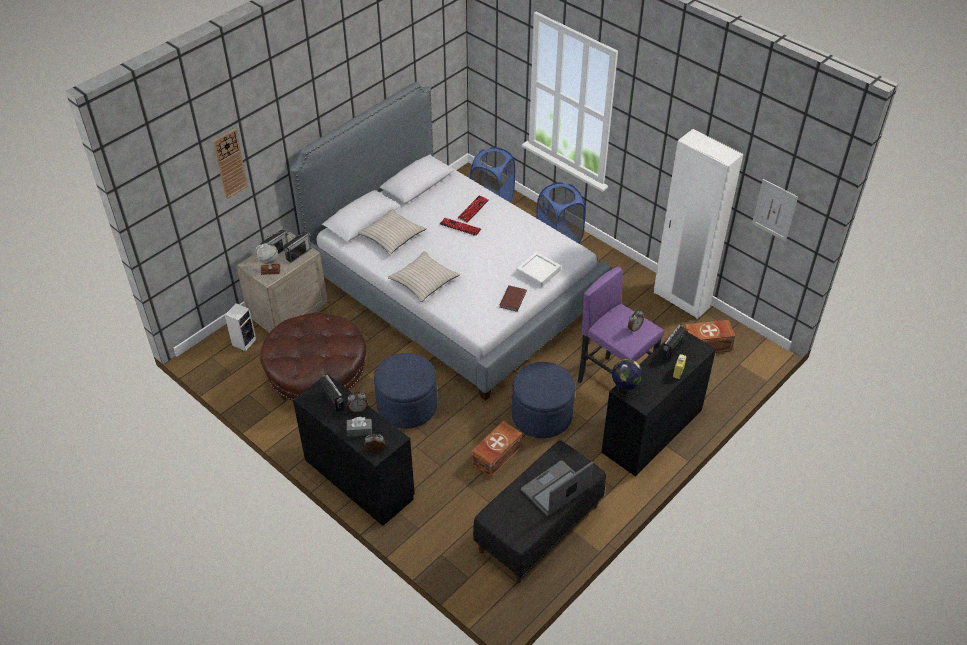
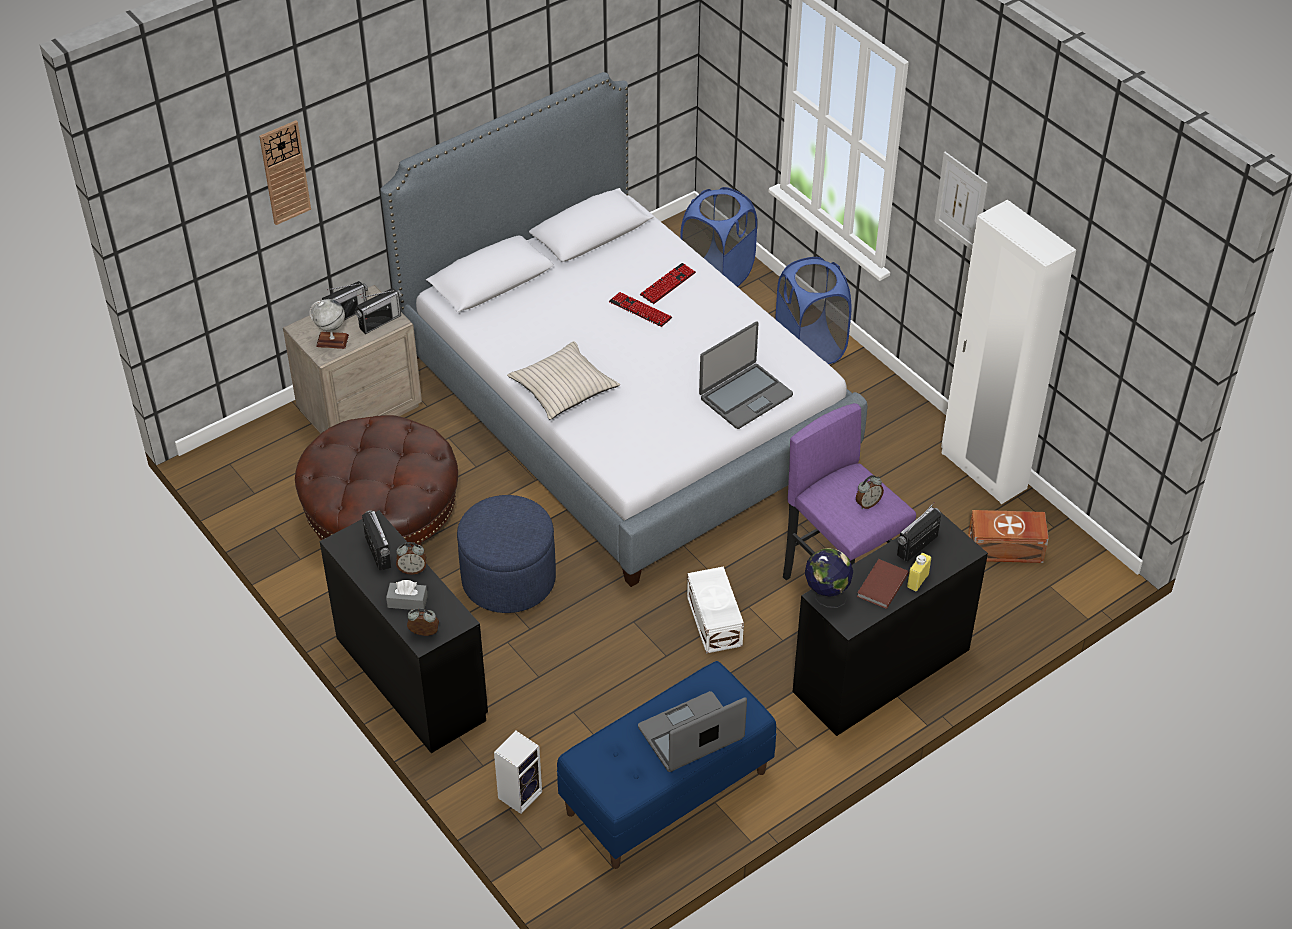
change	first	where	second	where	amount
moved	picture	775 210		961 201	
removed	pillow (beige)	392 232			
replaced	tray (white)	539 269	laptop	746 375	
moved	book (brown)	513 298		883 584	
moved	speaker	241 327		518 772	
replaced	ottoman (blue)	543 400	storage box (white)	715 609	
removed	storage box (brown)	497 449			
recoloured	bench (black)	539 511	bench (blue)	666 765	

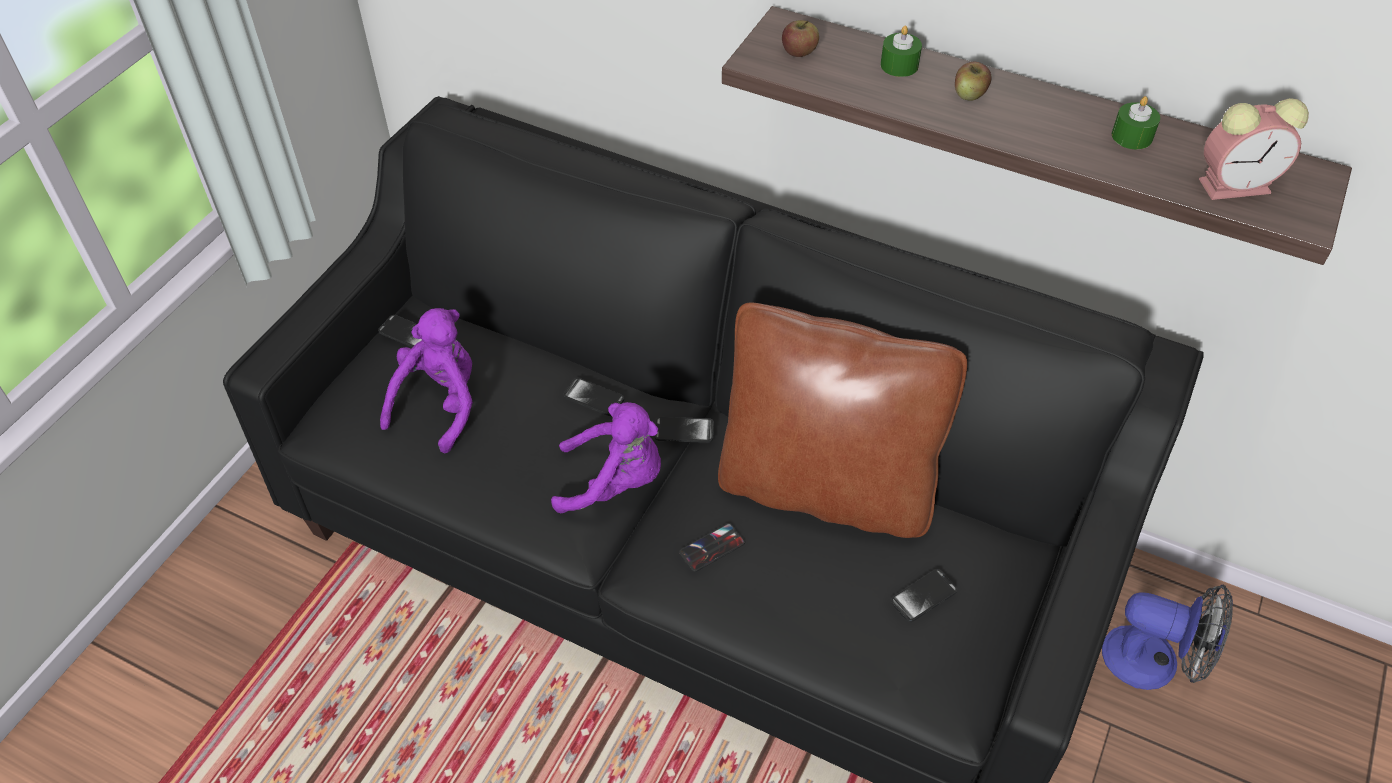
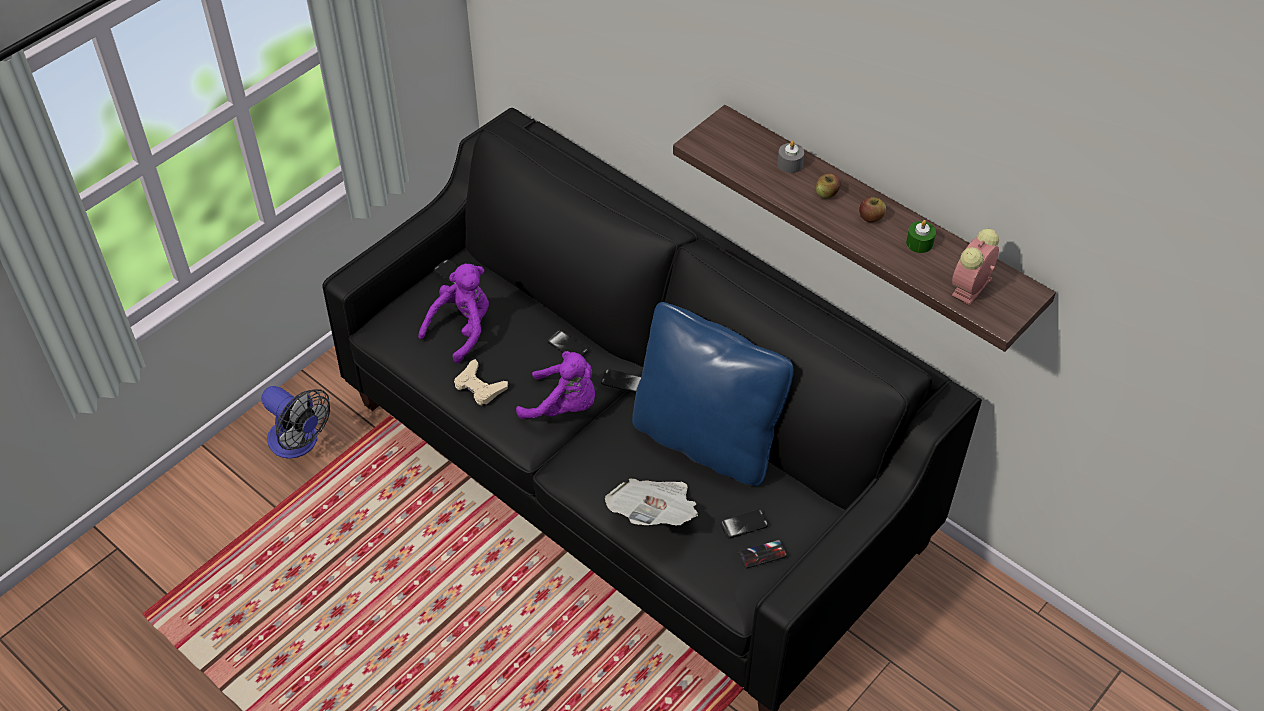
change	first	where	second	where	amount
moved	apple	800 38		872 210	
recoloured	candle (green)	901 51	candle (grey)	790 157	
turned	alarm clock	1254 149		975 267	120 degrees clockwise
recoloured	pillow (brown)	842 420	pillow (blue)	713 394	
moved	phone	712 547		762 553	
moved	fan	1167 637		295 422	
added			game controller (beige)	481 382	
added			newspaper	651 502	

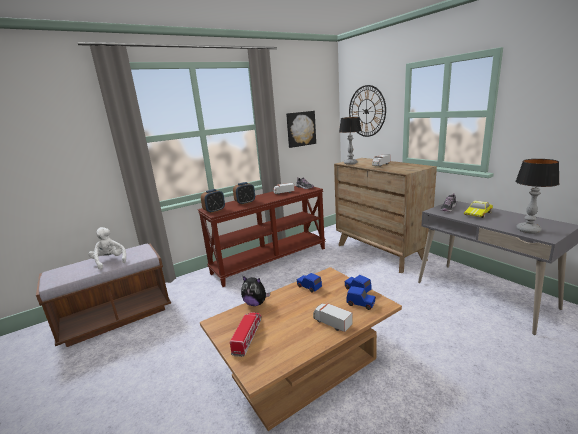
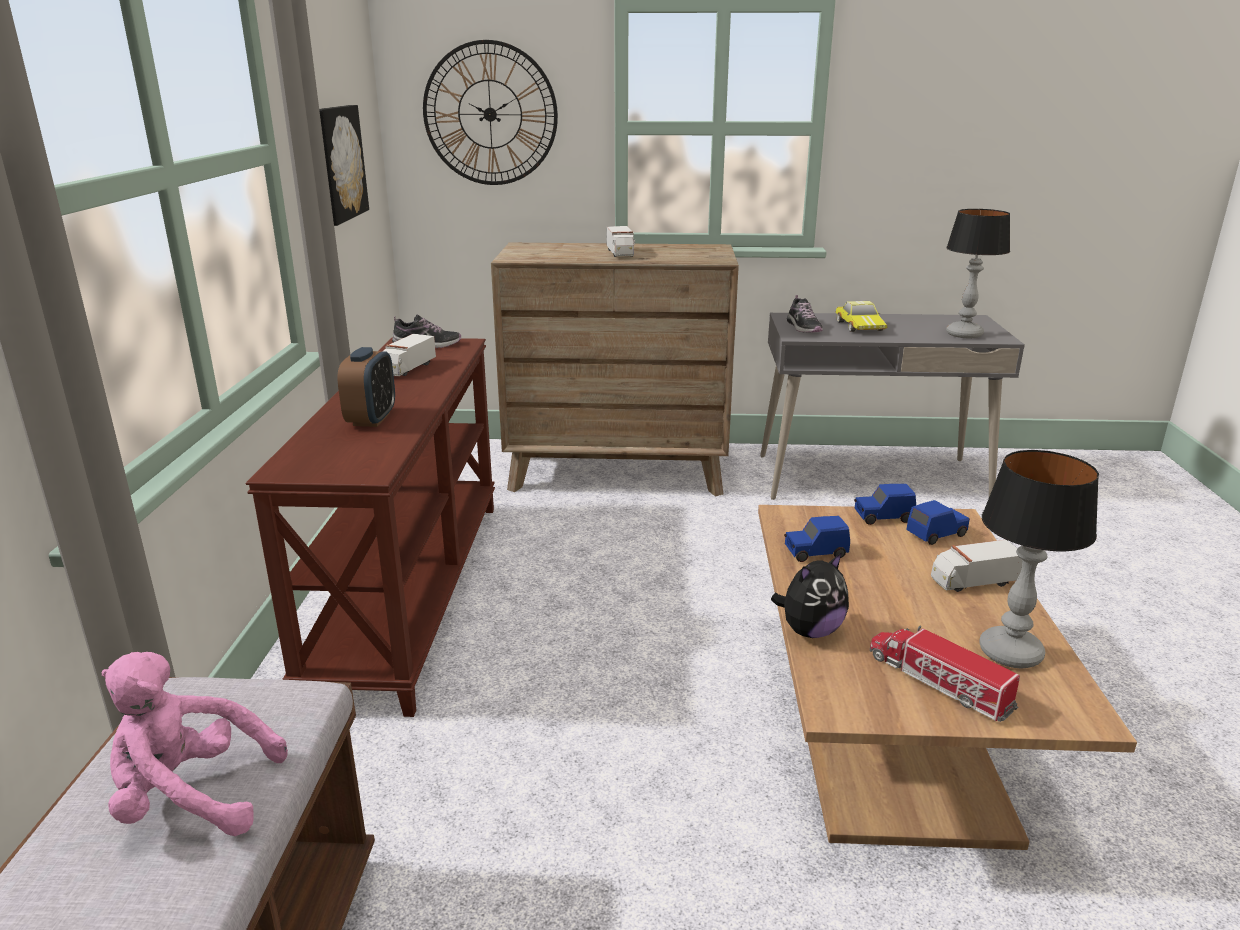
change	first	where	second	where	amount
moved	table lamp	350 141		1039 559	
removed	alarm clock	213 201			
recoloured	plush toy (white)	107 248	plush toy (pink)	195 744	

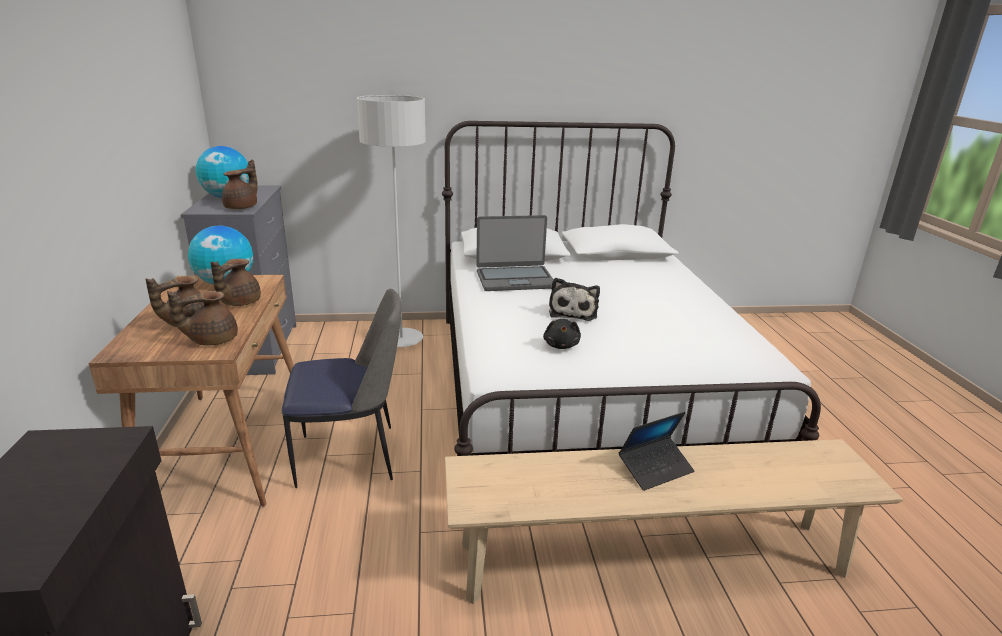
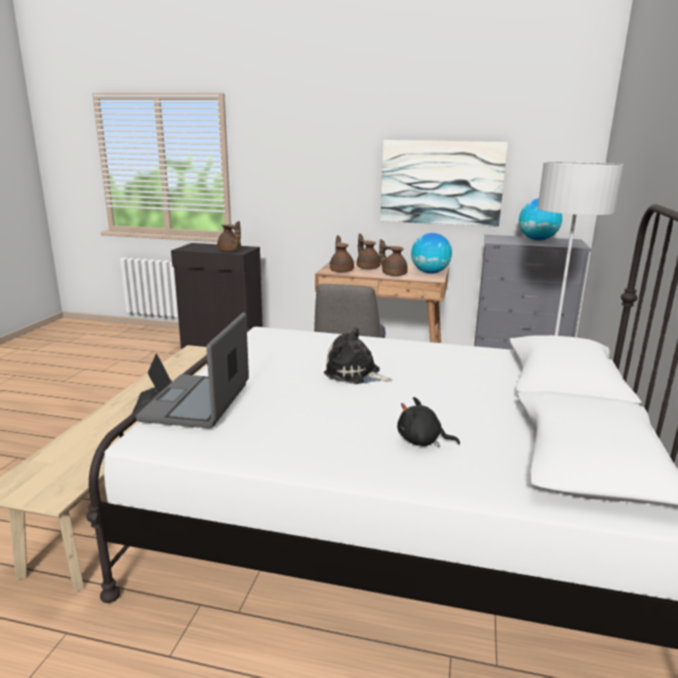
change	first	where	second	where	amount
moved	teapot (brown)	240 184		229 236	
moved	laptop	515 253		192 370	
moved	plush toy (black)	562 334		428 422	
added			picture	444 183	

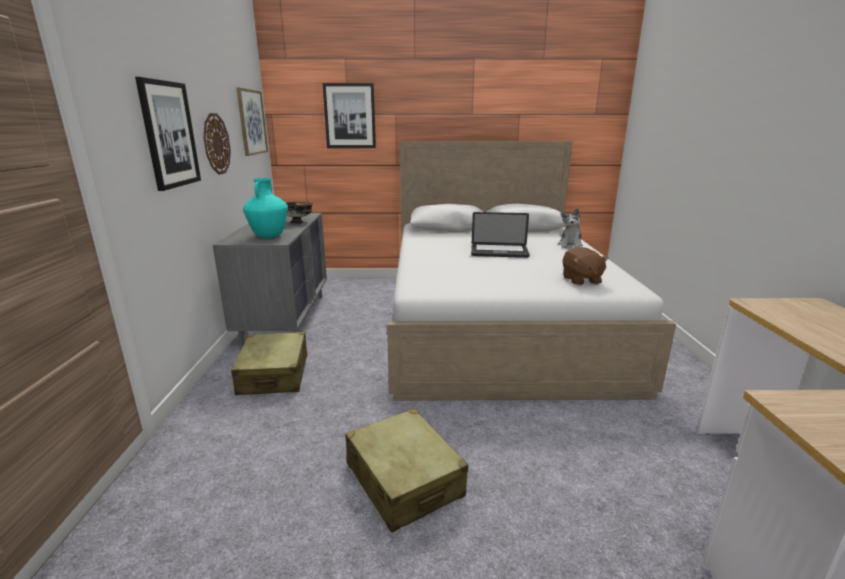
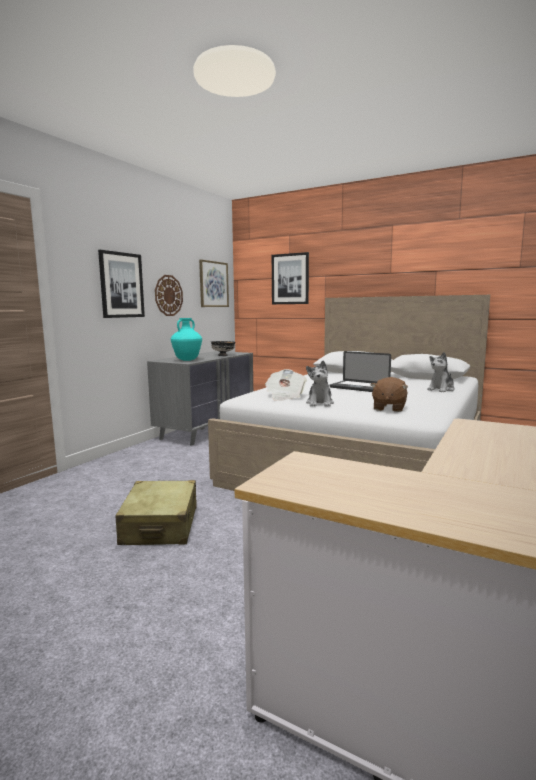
change	first	where	second	where	amount
removed	suitcase (beige)	269 363			
added			plush toy	320 383	
added			newspaper	286 385	

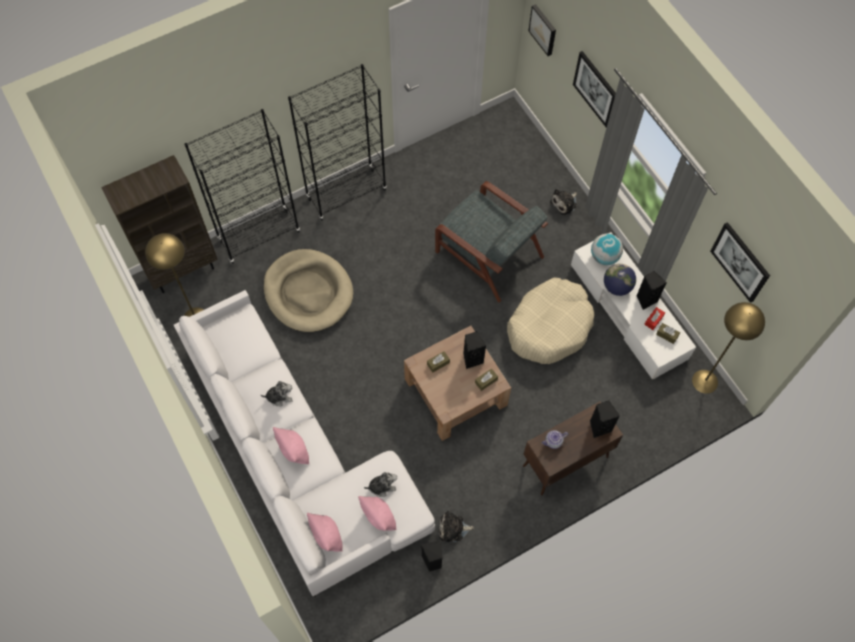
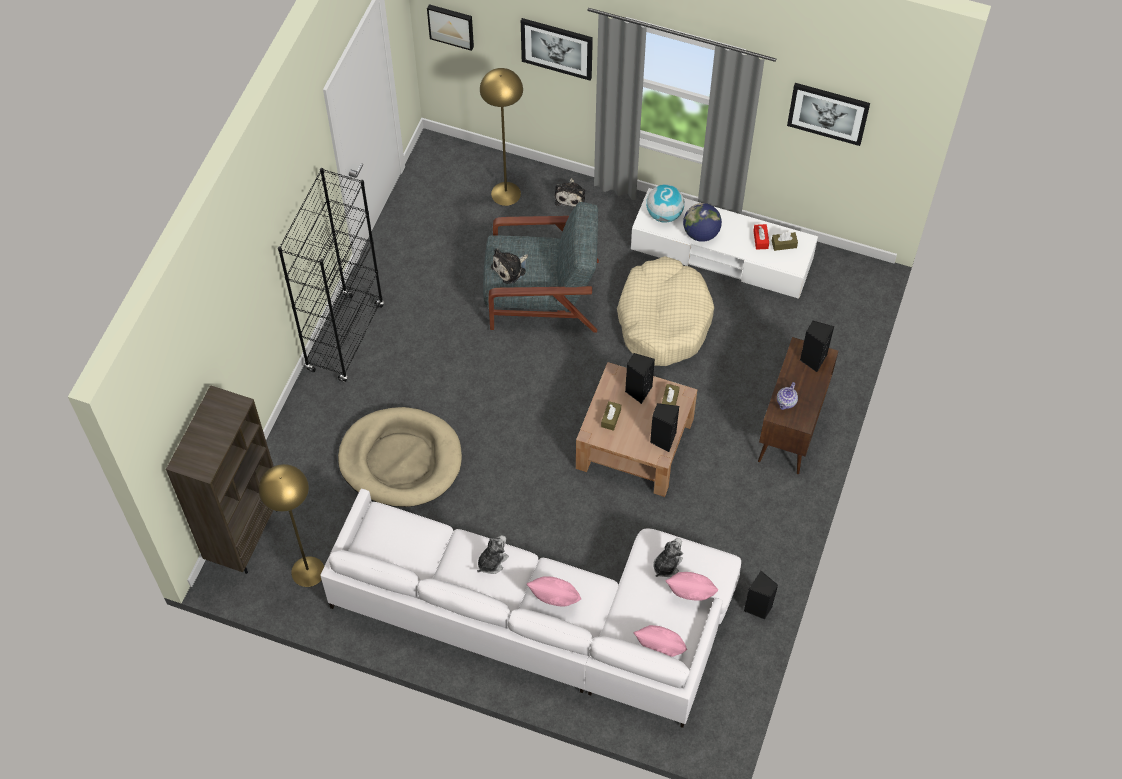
change	first	where	second	where	amount
removed	bookcase (black)	242 186			
moved	speaker (black)	651 290		664 427	
moved	floor lamp (yellow)	728 348		501 137	
moved	plush toy	456 527		509 266	

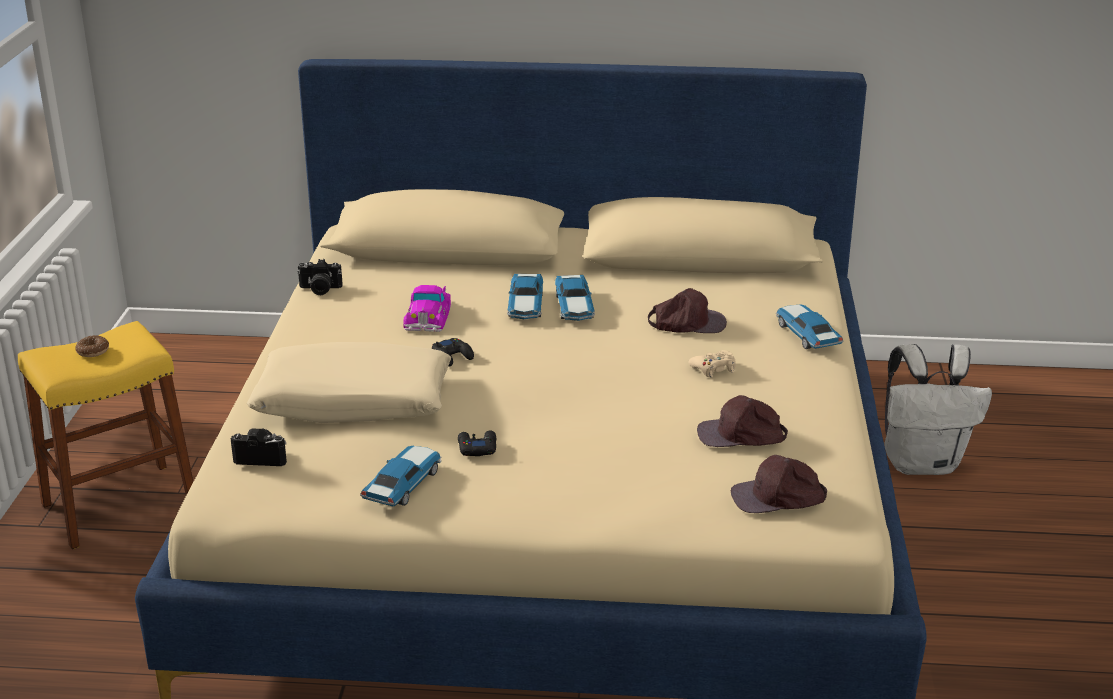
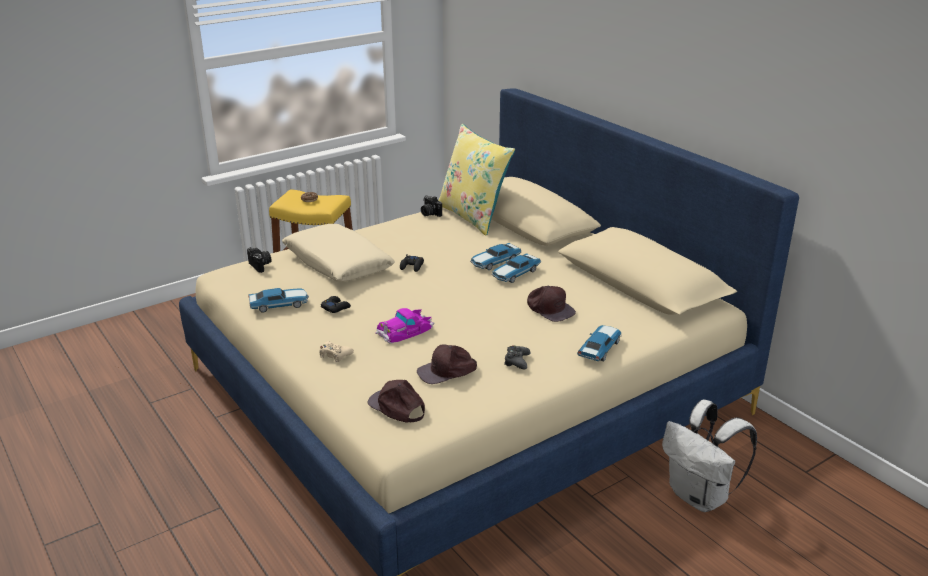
change	first	where	second	where	amount
moved	toy car	427 308		404 326	
moved	game controller (beige)	712 363		336 351	
turned	cap (brown)	742 421		447 364	75 degrees counterclockwise
added			pillow (yellow)	476 180	
added			game controller (black)	517 357	

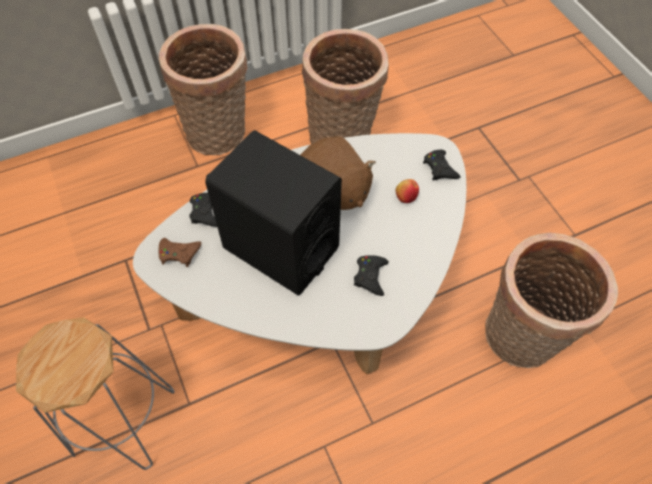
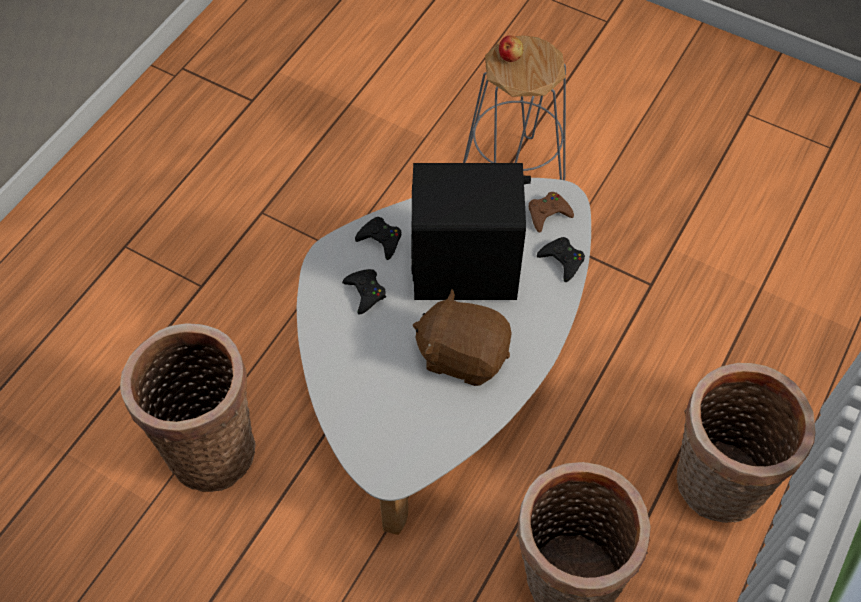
change	first	where	second	where	amount
moved	game controller (black)	441 165		378 238	
moved	apple	407 191		511 49	

